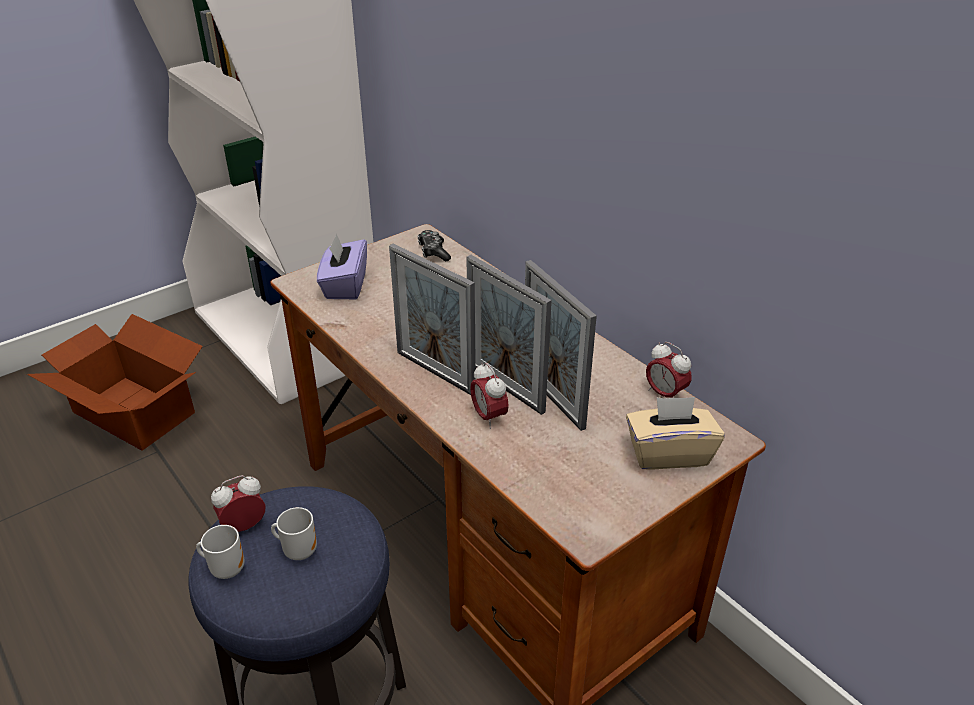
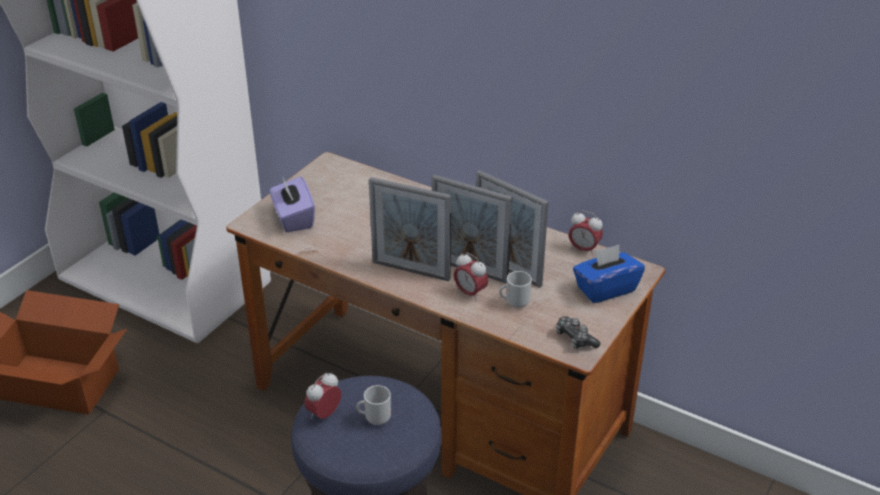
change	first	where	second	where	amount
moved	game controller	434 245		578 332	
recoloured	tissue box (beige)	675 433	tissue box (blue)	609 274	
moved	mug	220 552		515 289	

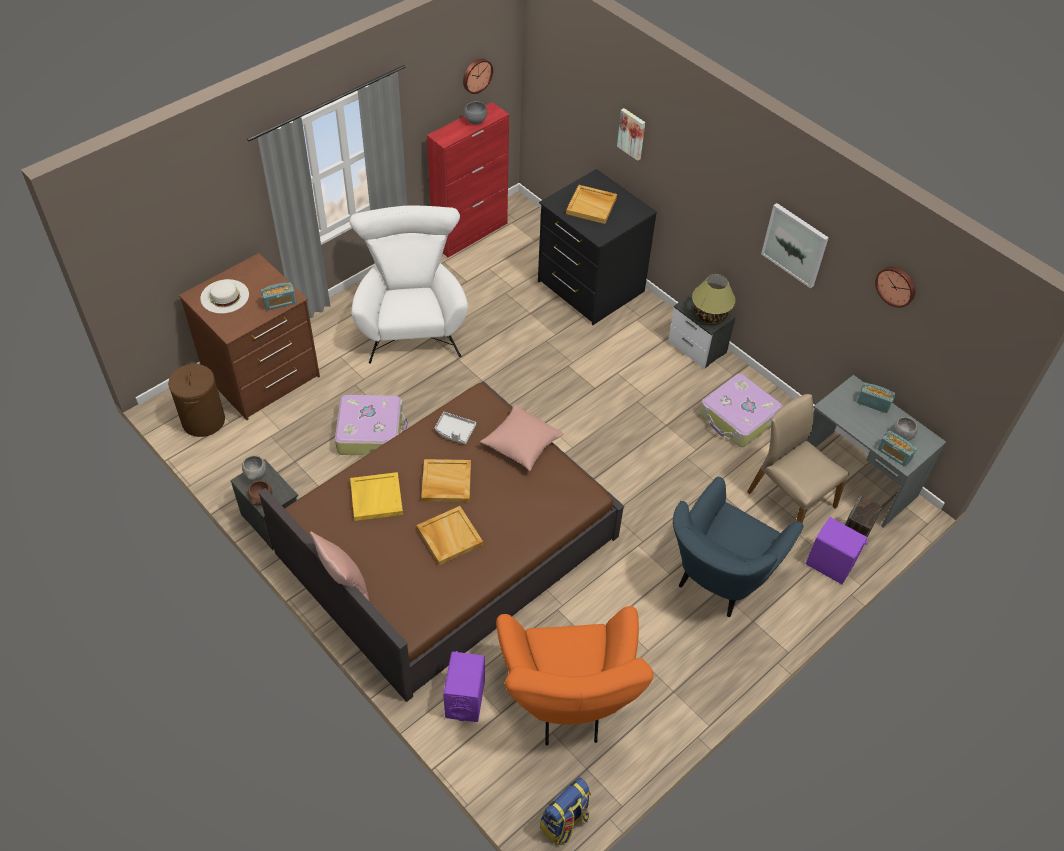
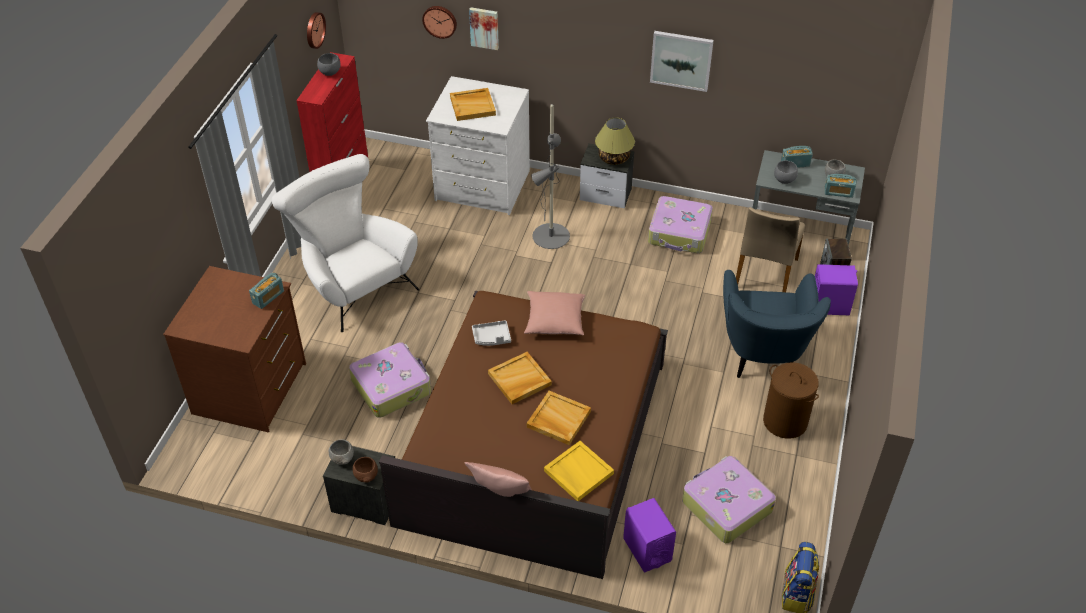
change	first	where	second	where	amount
recoloured	dresser (black)	597 247	dresser (white)	478 145	
moved	wall clock	895 287		439 22	
removed	hat (white)	224 296			
moved	laundry basket (brown)	196 399		791 400	
turned	chair (beige)	798 458		770 249	90 degrees counterclockwise
moved	tray (yellow)	376 496		579 471	
replaced	armchair (orange)	575 675	suitcase	729 499	
added			floor lamp (grey)	550 176	
added			bowl (grey)	786 172	

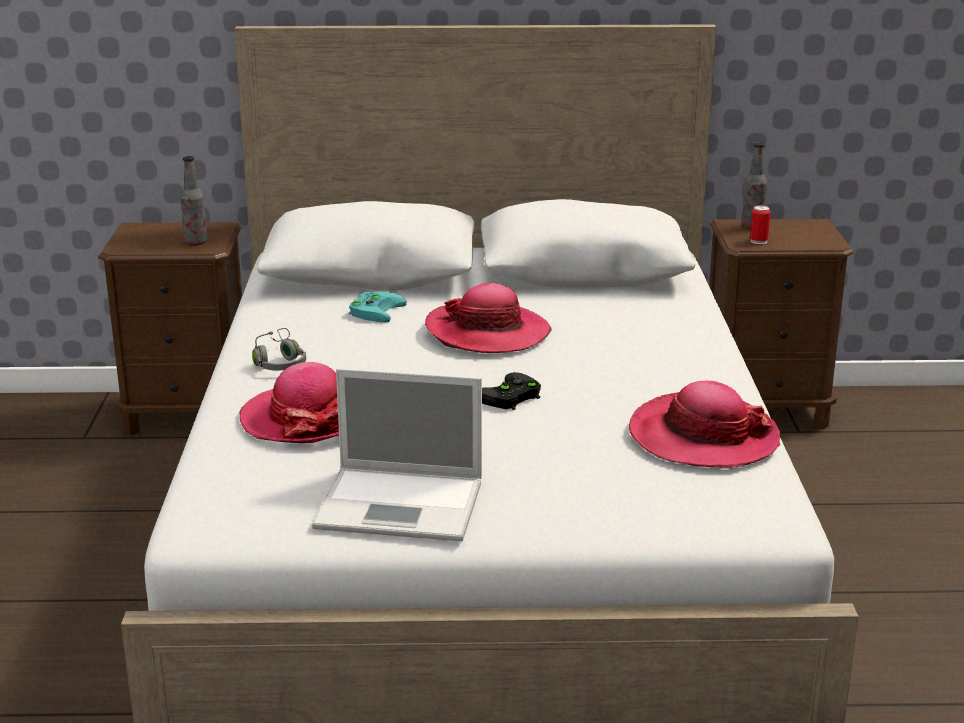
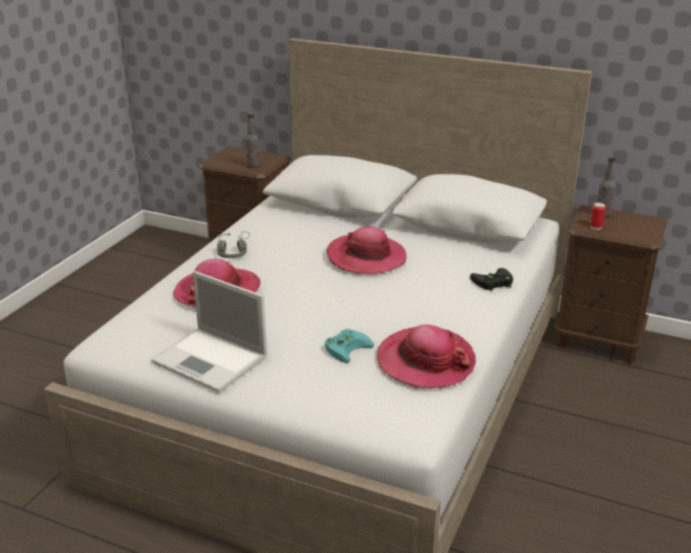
change	first	where	second	where	amount
moved	game controller (turquoise)	378 307		349 346	
moved	game controller (black)	511 391		491 279	

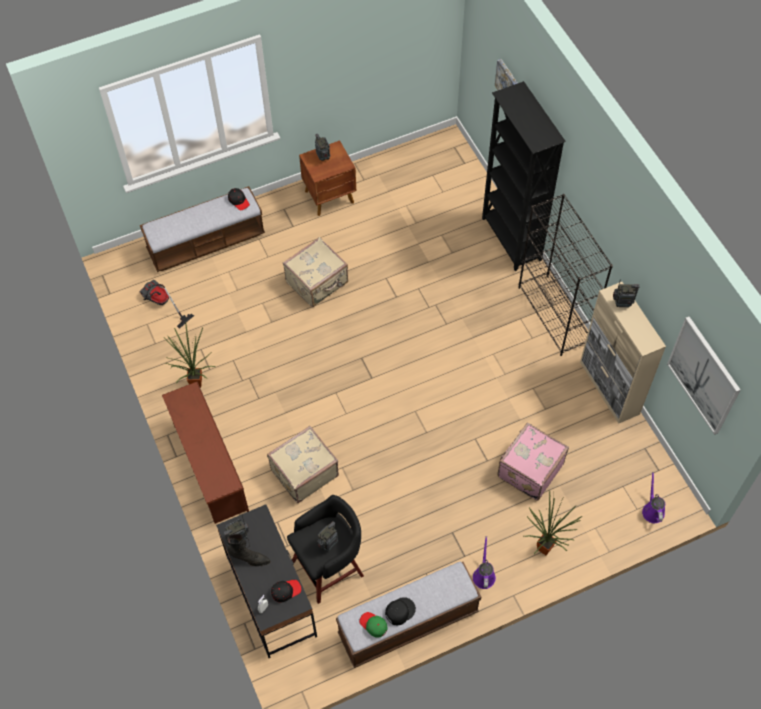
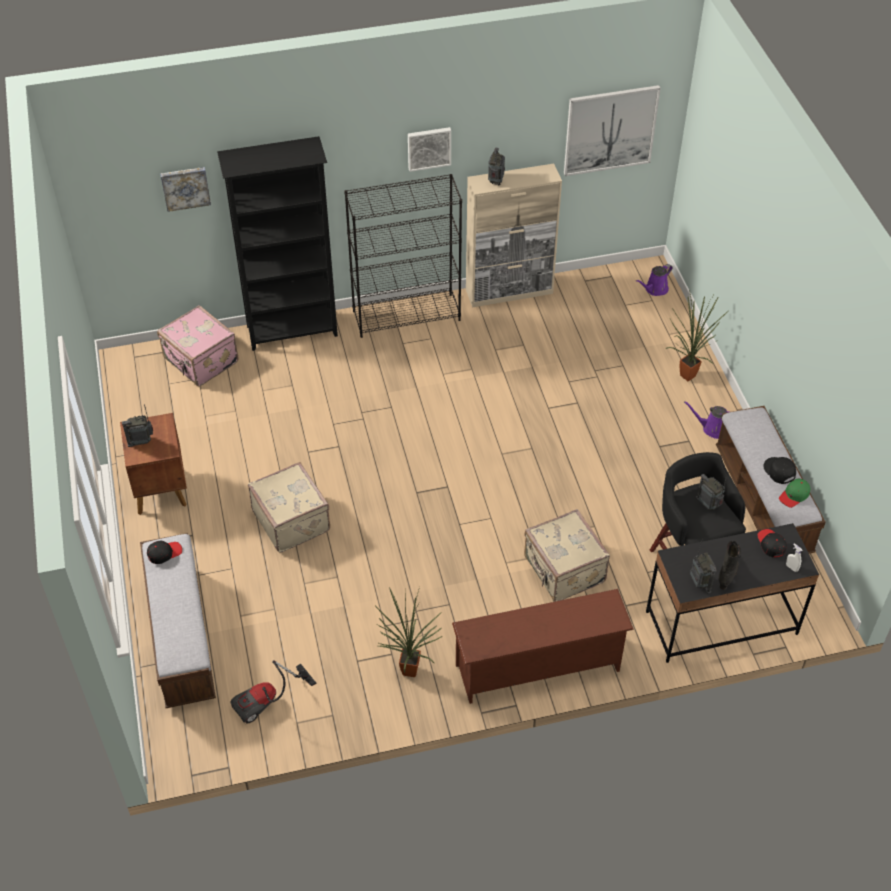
change	first	where	second	where	amount
moved	suitcase (pink)	533 461		198 345	
turned	watering can (purple)	653 497		654 280	45 degrees counterclockwise
added			picture	429 149	

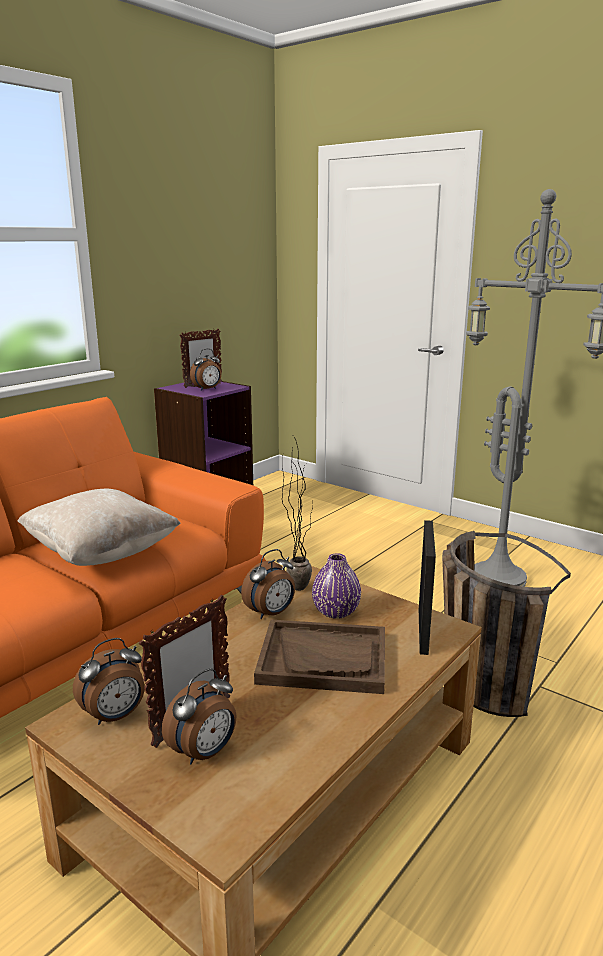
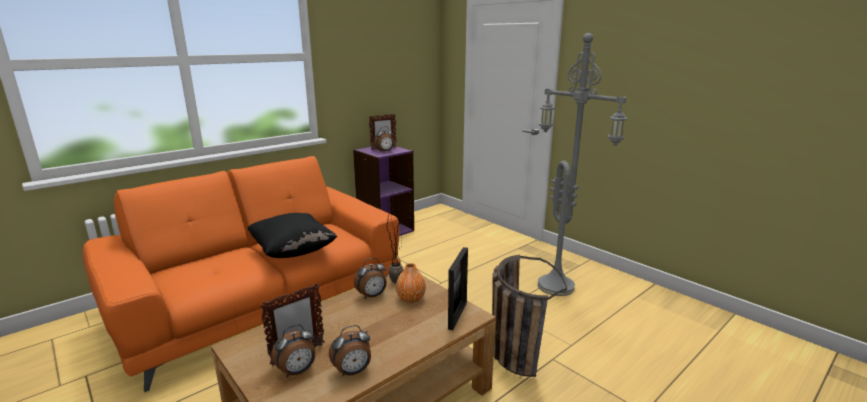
change	first	where	second	where	amount
recoloured	pillow (beige)	99 527	pillow (black)	292 235	
recoloured	vase (purple)	336 586	vase (orange)	411 283	
removed	tray (brown)	319 657			
moved	alarm clock	109 681		350 350	

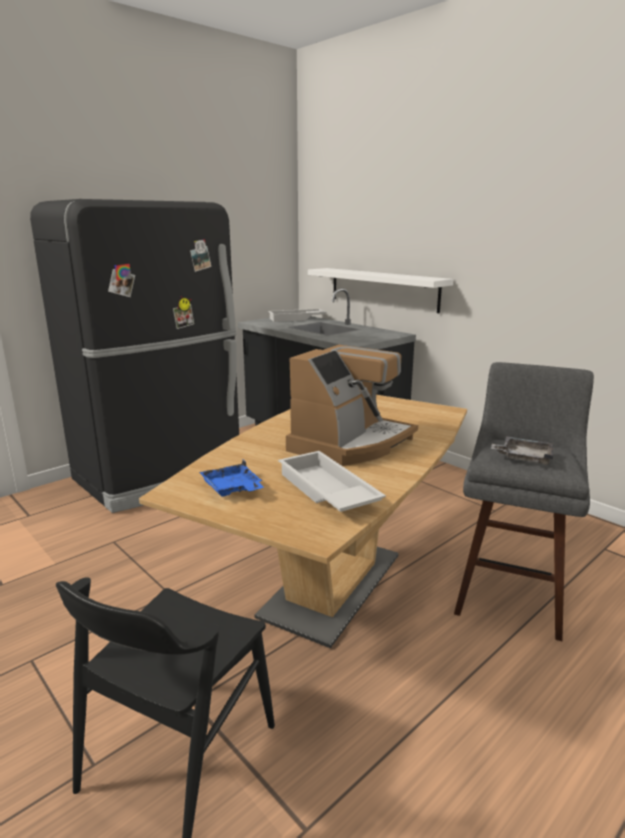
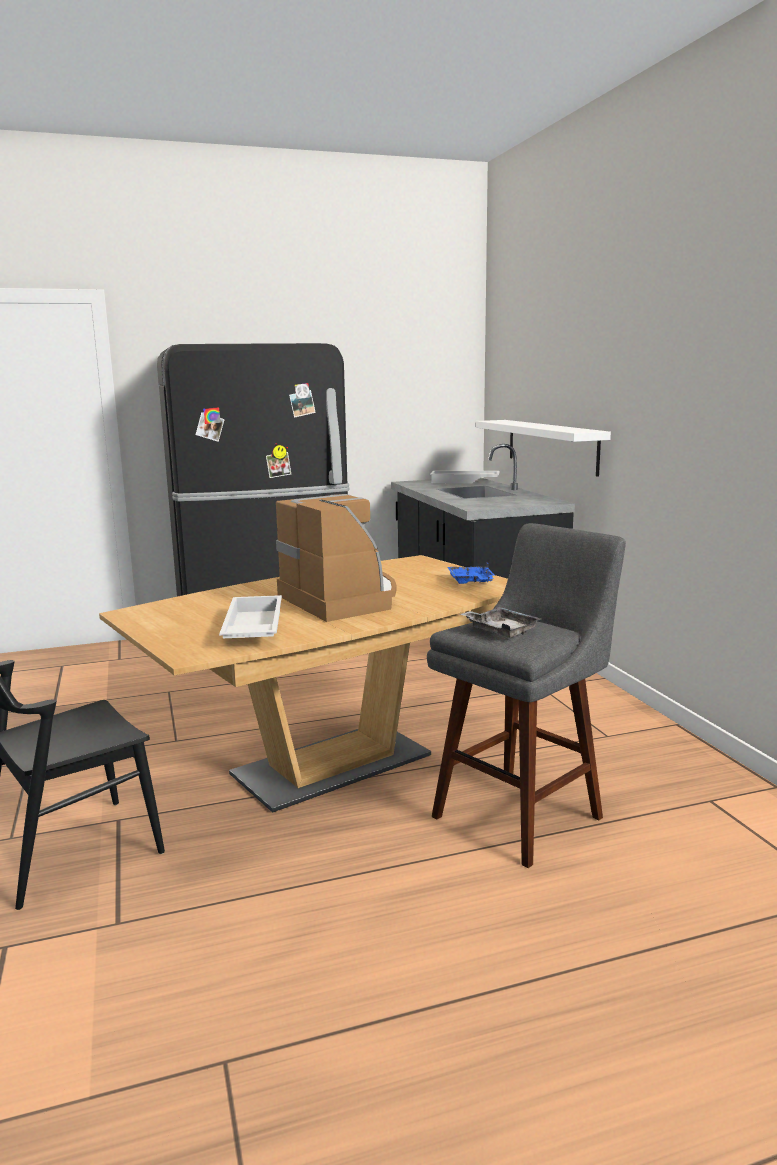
change	first	where	second	where	amount
turned	coffee machine	352 405		336 558	90 degrees counterclockwise
moved	tray (blue)	231 478		471 573	

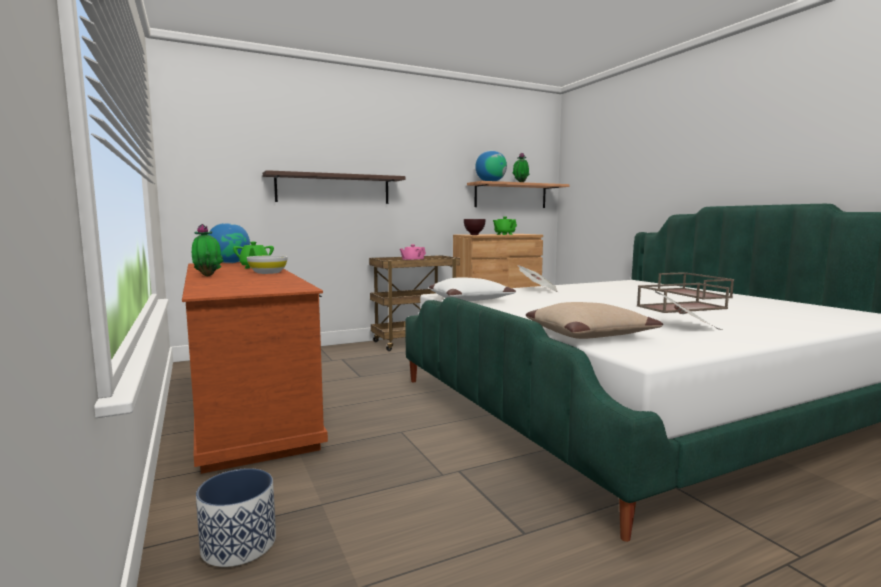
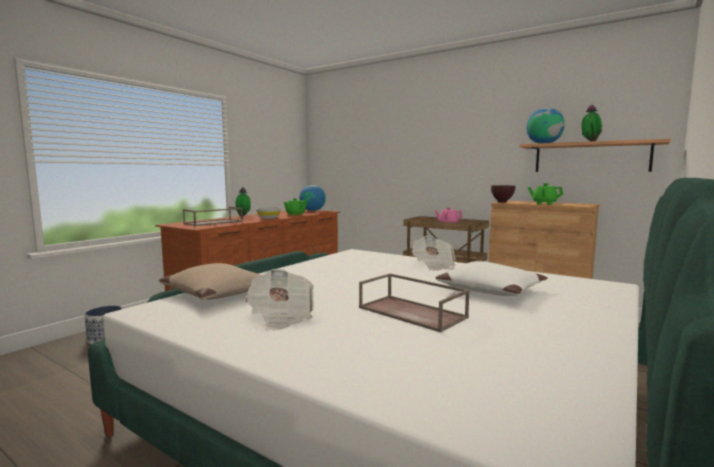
change	first	where	second	where	amount
removed	shelf	334 187			
moved	tray (brown)	696 286		213 216	
moved	pillow (white)	472 289		491 278	

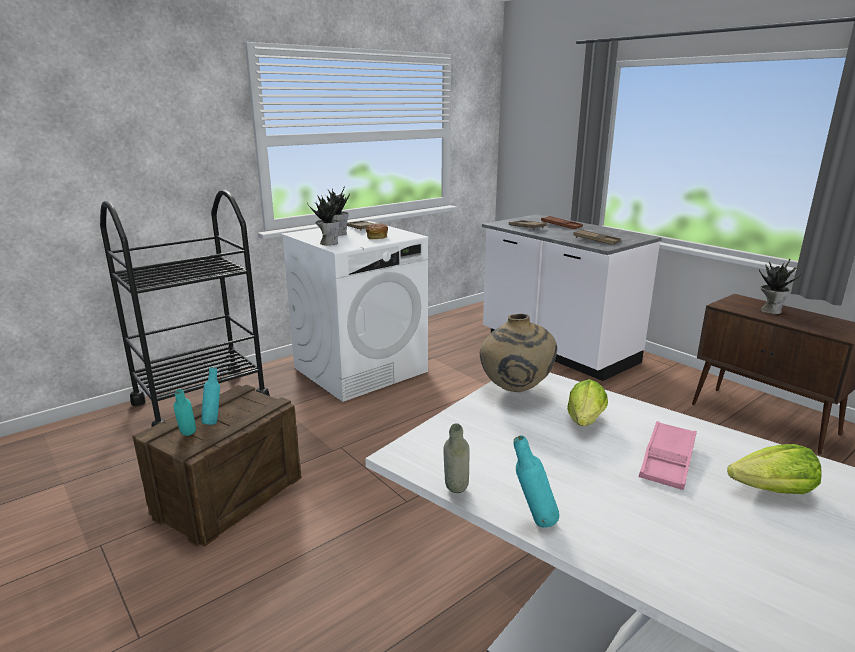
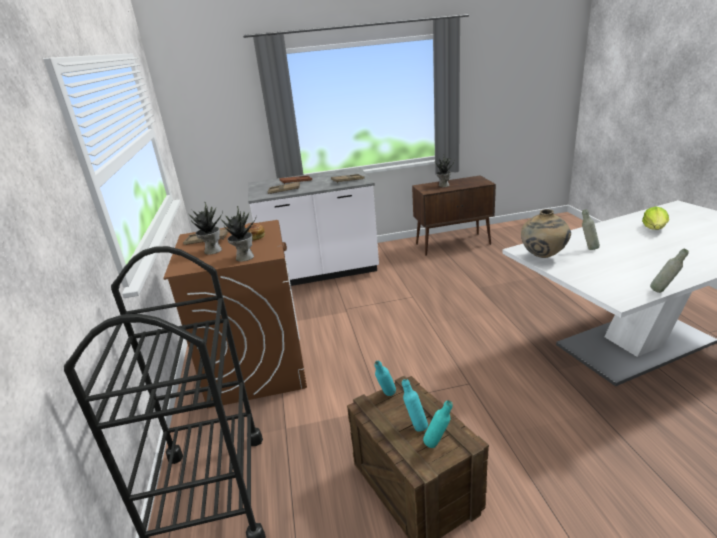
change	first	where	second	where	amount
recoloured	washing machine (white)	354 311	washing machine (brown)	235 314	
replaced	lettuce	587 402	bottle (grey)	591 229	
removed	tray (pink)	668 455			
moved	bottle (turquoise)	536 481		385 378	

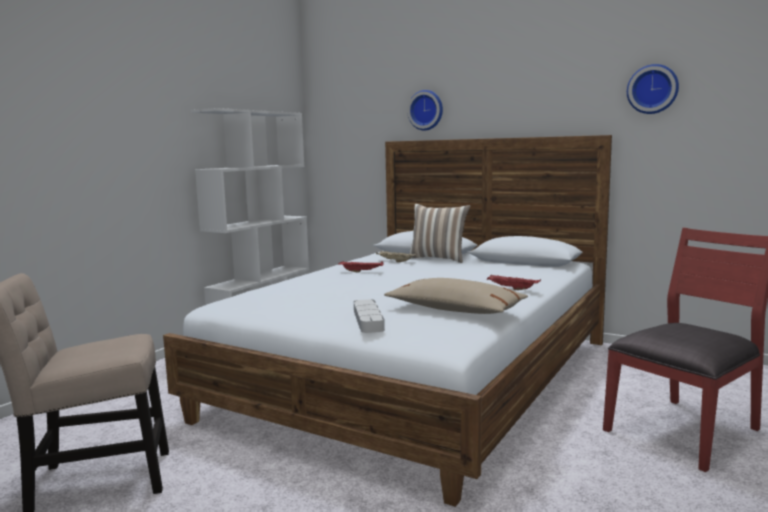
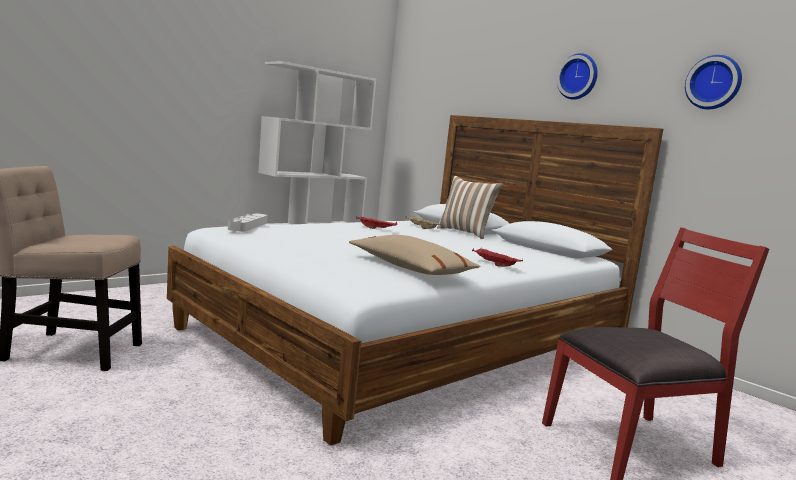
change	first	where	second	where	amount
moved	wall clock	425 110		577 76	
moved	tray (grey)	369 316		247 222	

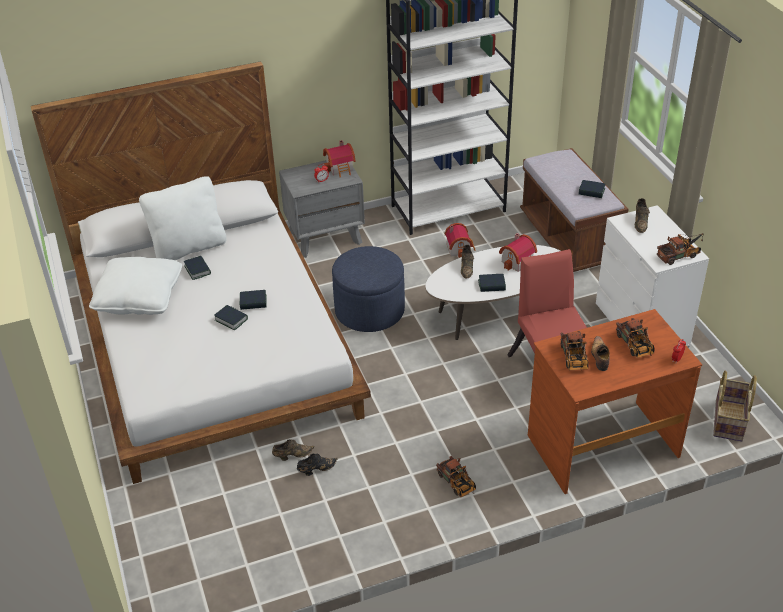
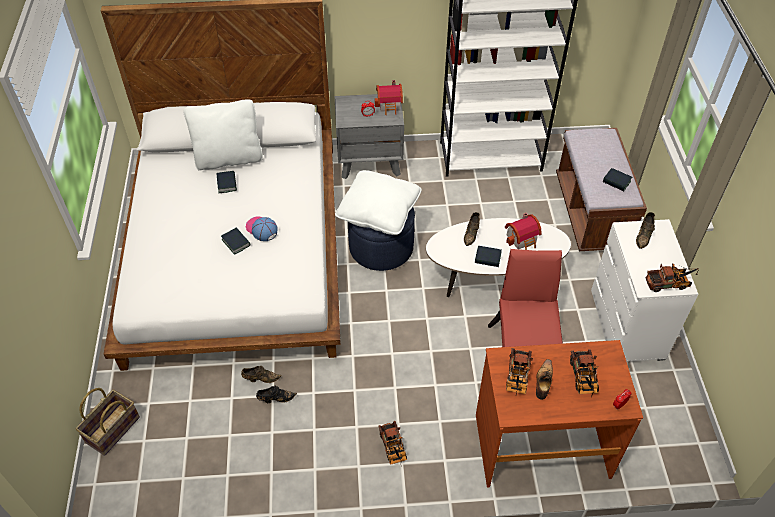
change	first	where	second	where	amount
removed	toy house	460 240			
moved	pillow (white)	135 286		378 202	
replaced	book	253 300	cap	262 228	
moved	basket	735 405		108 422	

